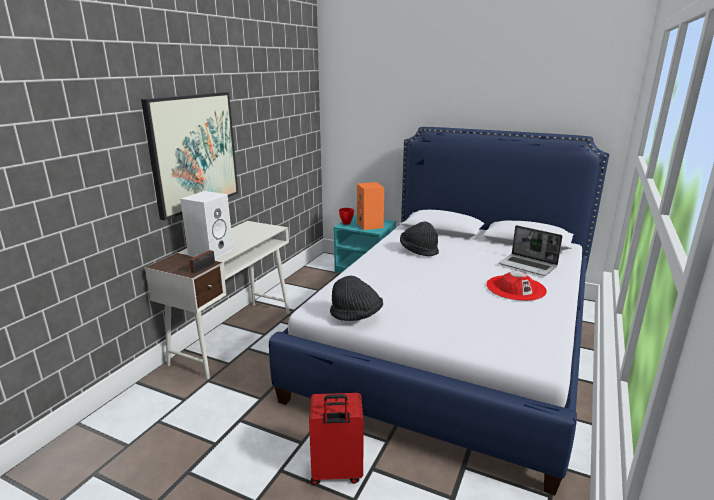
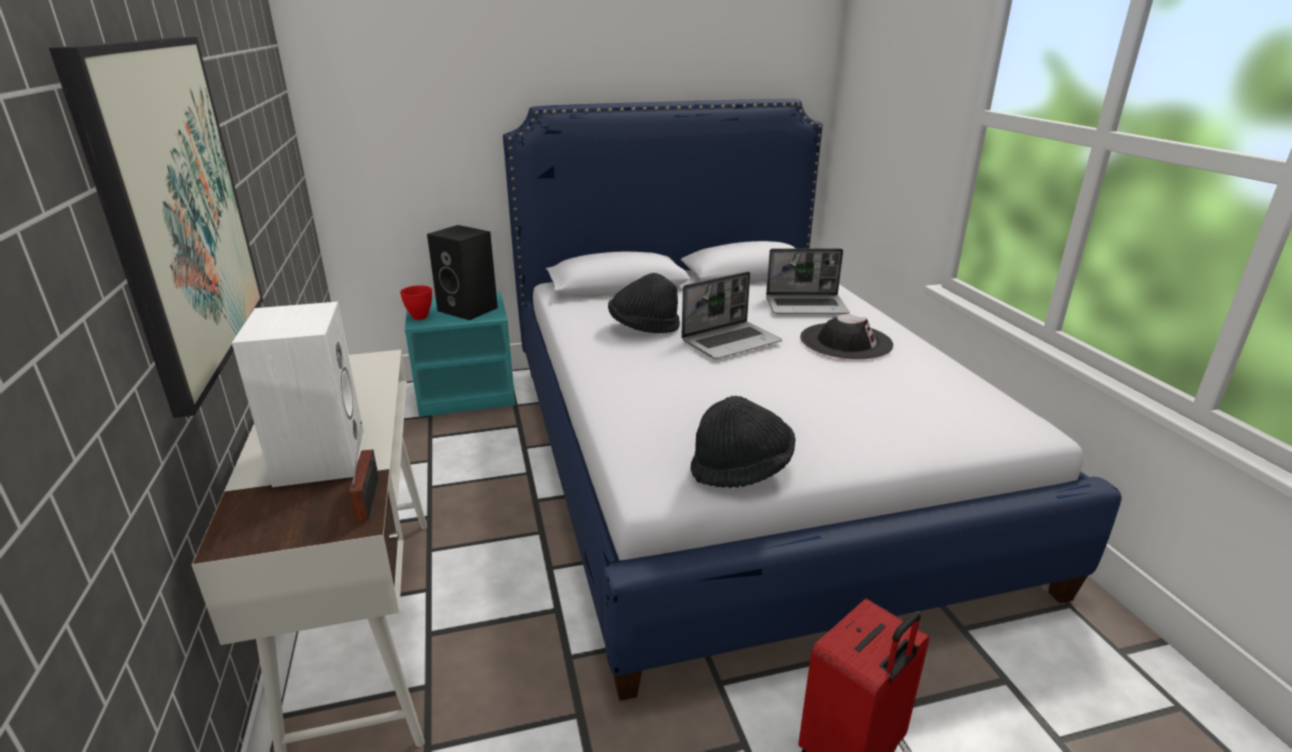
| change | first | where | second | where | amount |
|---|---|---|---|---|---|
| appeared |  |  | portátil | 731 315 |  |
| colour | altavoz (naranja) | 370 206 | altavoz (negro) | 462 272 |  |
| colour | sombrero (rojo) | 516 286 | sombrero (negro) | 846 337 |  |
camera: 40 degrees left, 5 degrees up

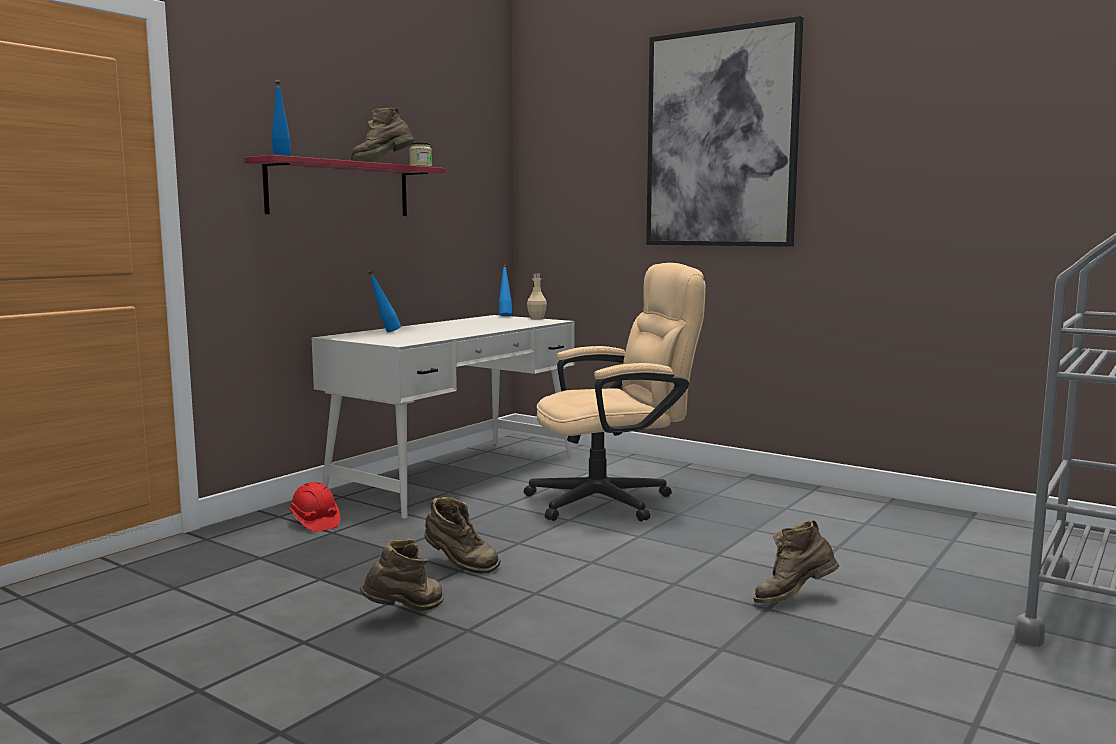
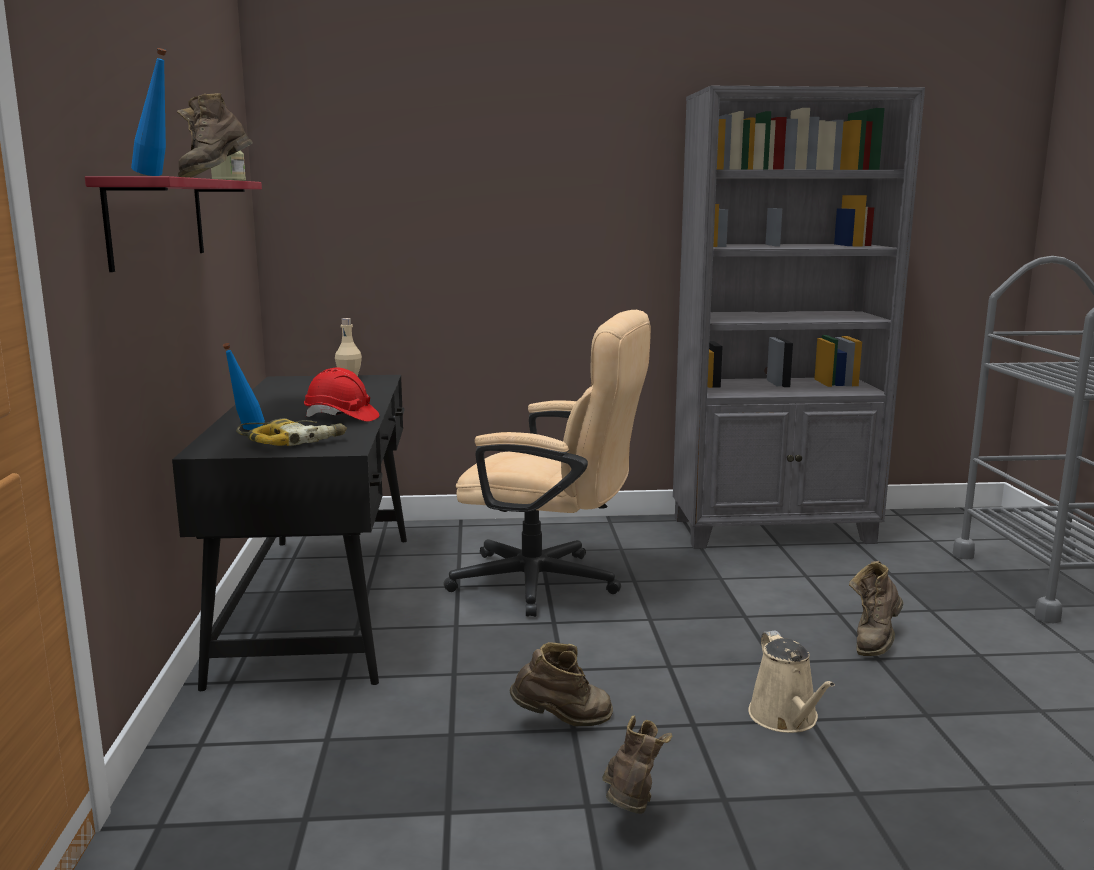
| change | first | where | second | where | amount |
|---|---|---|---|---|---|
| missing | botella (azul) | 505 289 |  |  |  |
| missing | cuadro | 724 131 |  |  |  |
| appeared |  |  | taladro | 291 432 |  |
| appeared |  |  | estantería (gris) | 799 317 |  |
| appeared |  |  | regadera (beis) | 791 682 |  |
| relocated | casco (rojo) | 314 507 |  | 341 395 |  |
| colour | escritorio (blanco) | 443 416 | escritorio (negro) | 289 533 |  |
| spun | silla de oficina (beis) | 615 392 |  | 547 463 | 75 degrees clockwise |
camera: 40 degrees left, 5 degrees up

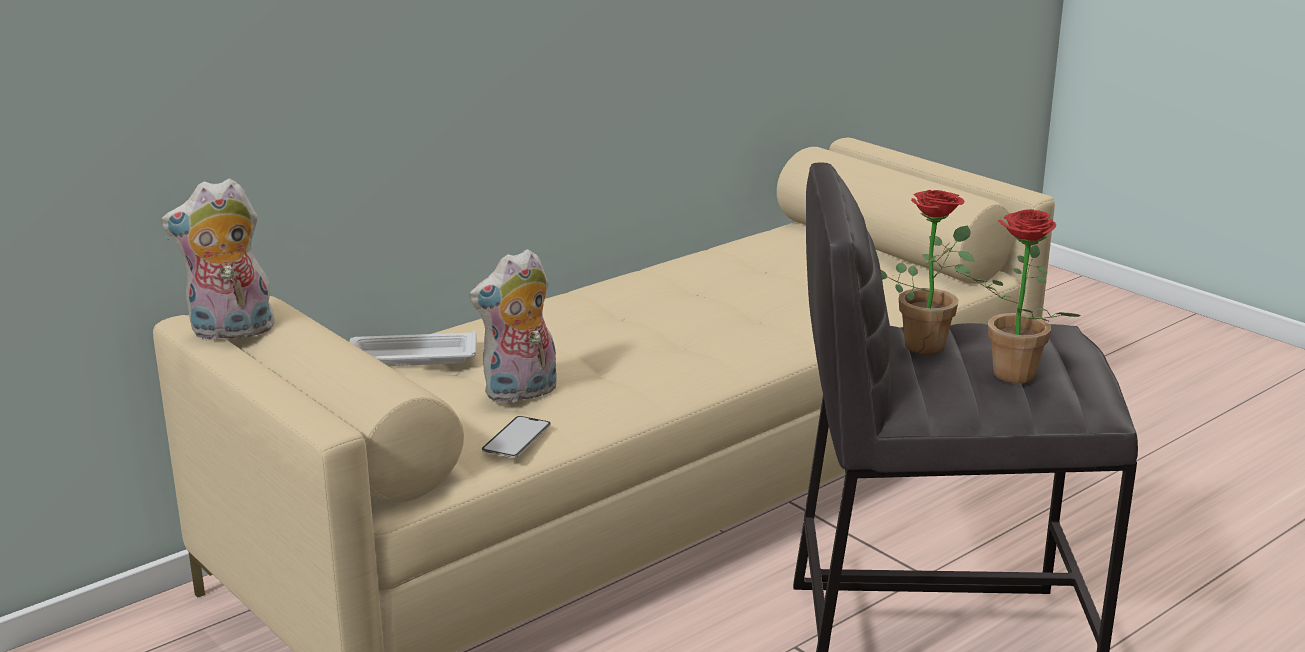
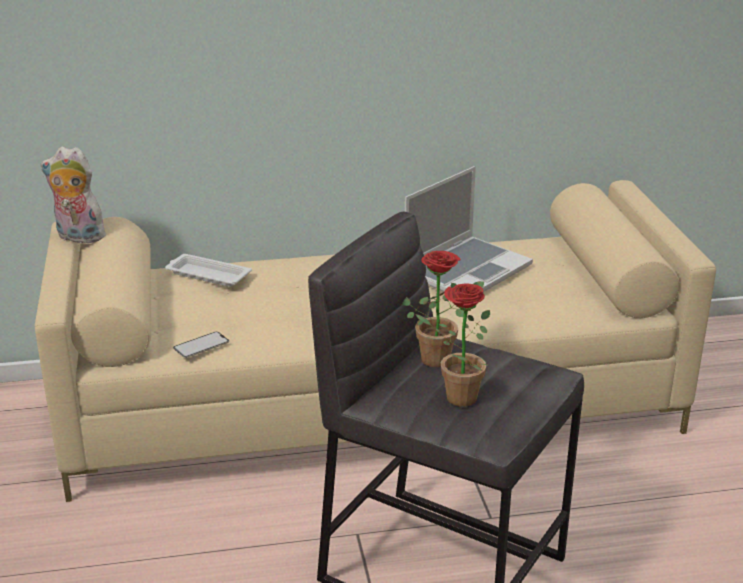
| change | first | where | second | where | amount |
|---|---|---|---|---|---|
| missing | peluche | 513 326 |  |  |  |
| appeared |  |  | portátil | 469 229 |  |
camera: 30 degrees right, 5 degrees up

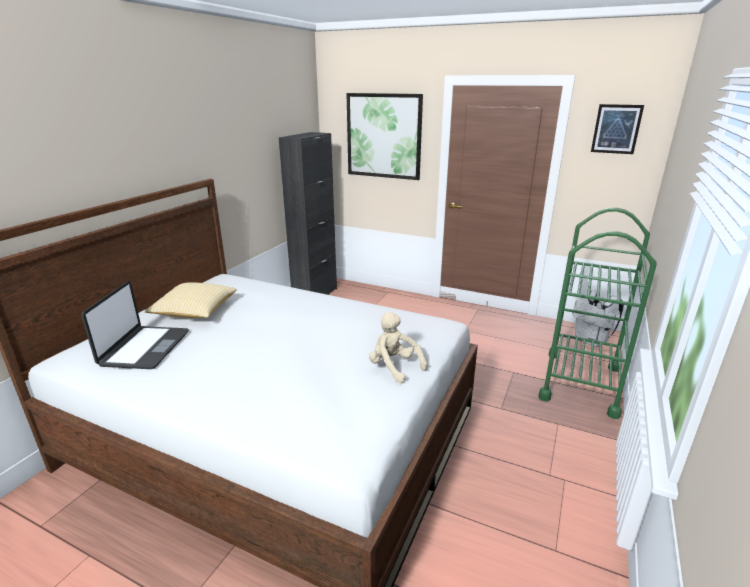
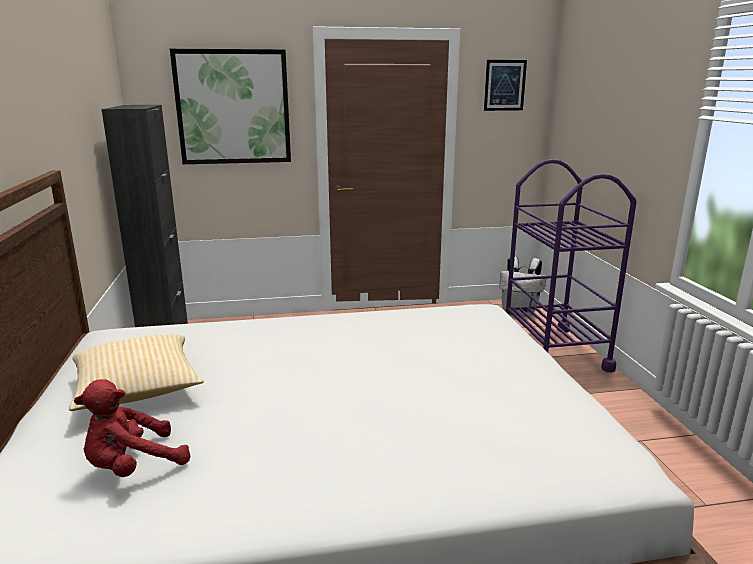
| change | first | where | second | where | amount |
|---|---|---|---|---|---|
| missing | peluche (beis) | 398 347 |  |  |  |
| exchanged | portátil | 135 325 | peluche (rojo) | 132 428 |  |
| colour | carrito (verde) | 597 313 | carrito (morado) | 571 265 |  |
camera: 35 degrees left, 5 degrees down

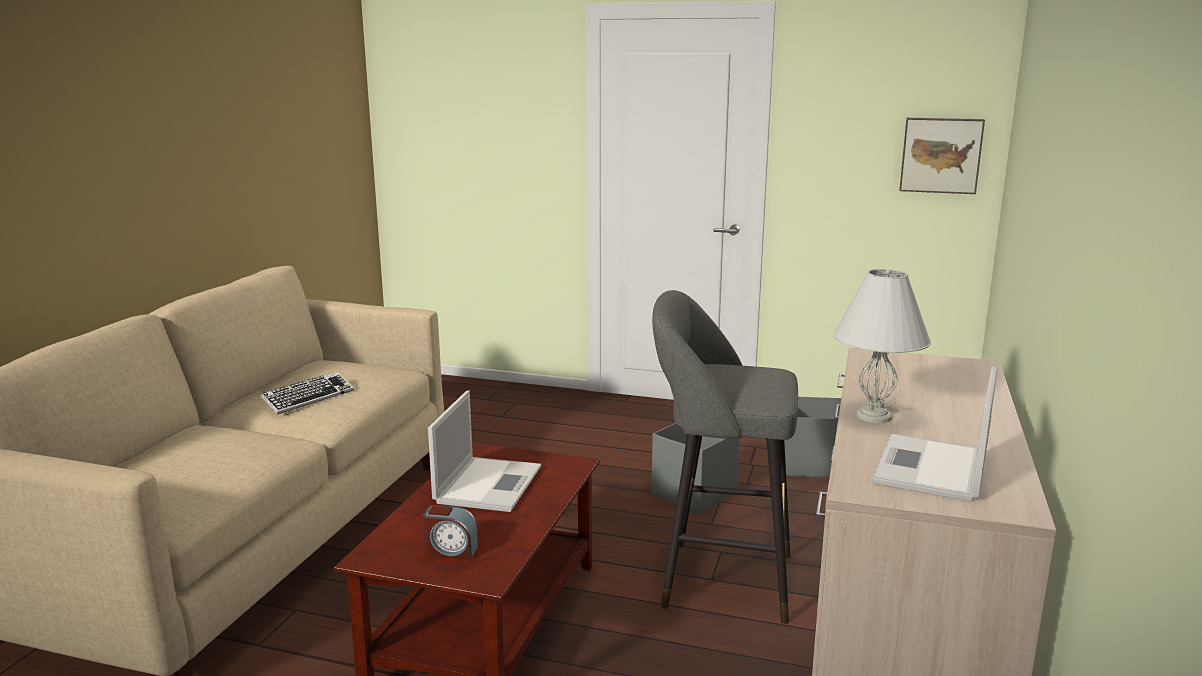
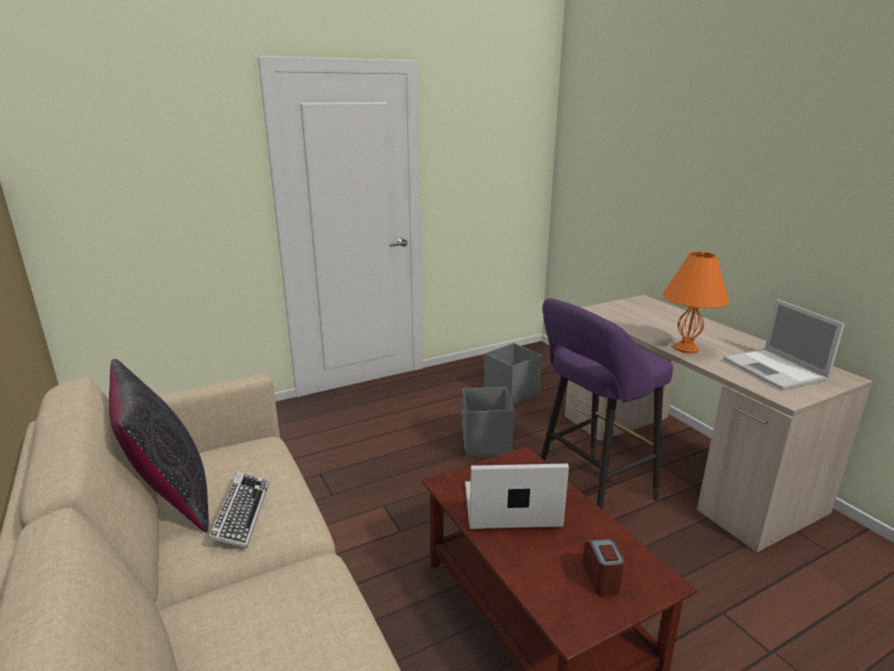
| change | first | where | second | where | amount |
|---|---|---|---|---|---|
| missing | cuadro | 942 156 |  |  |  |
| appeared |  |  | cojín (negro) | 159 446 |  |
| colour | taburete (gris) | 725 457 | taburete (morado) | 607 403 |  |
| colour | lámpara de mesa (blanco) | 882 346 | lámpara de mesa (naranja) | 696 302 |  |
| spun | despertador | 450 532 |  | 603 567 | 60 degrees counterclockwise |
| spun | portátil | 484 451 |  | 517 496 | 60 degrees counterclockwise |
camera: 45 degrees left, 5 degrees up

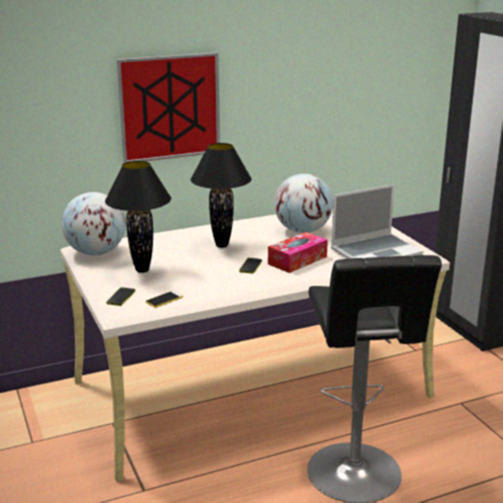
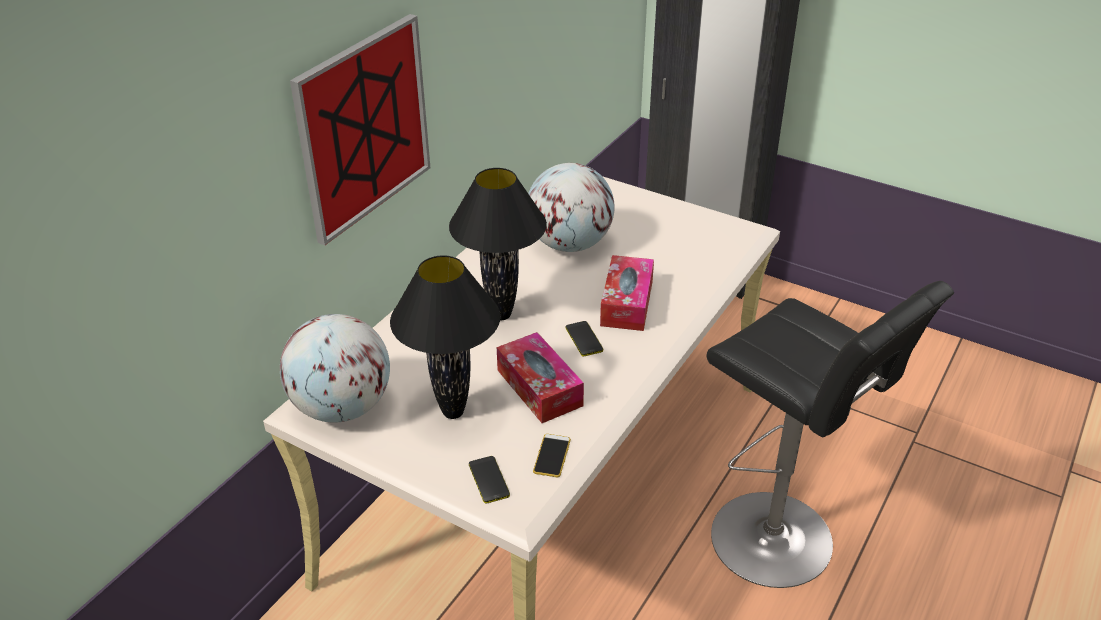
| change | first | where | second | where | amount |
|---|---|---|---|---|---|
| missing | portátil | 377 221 |  |  |  |
| appeared |  |  | caja de pañuelos | 540 377 |  |
camera: 35 degrees left, 15 degrees up

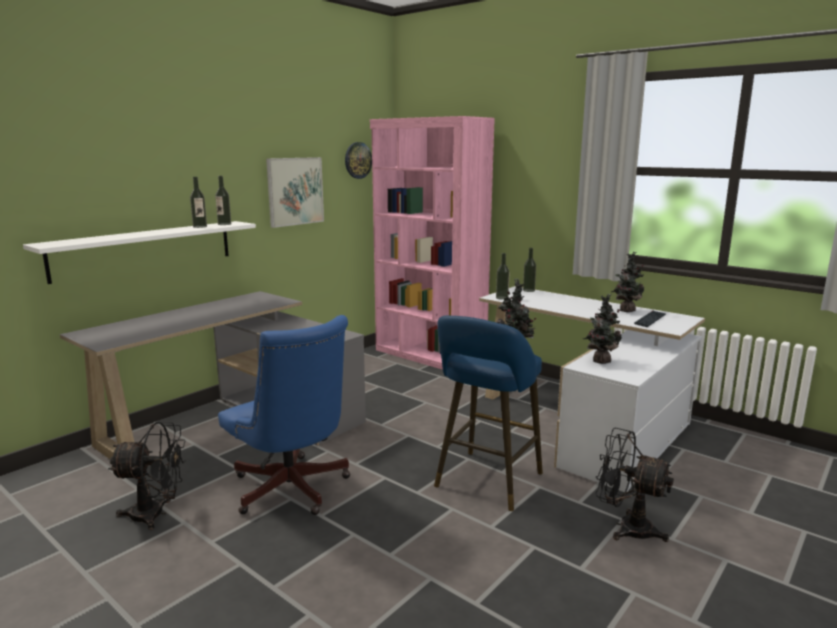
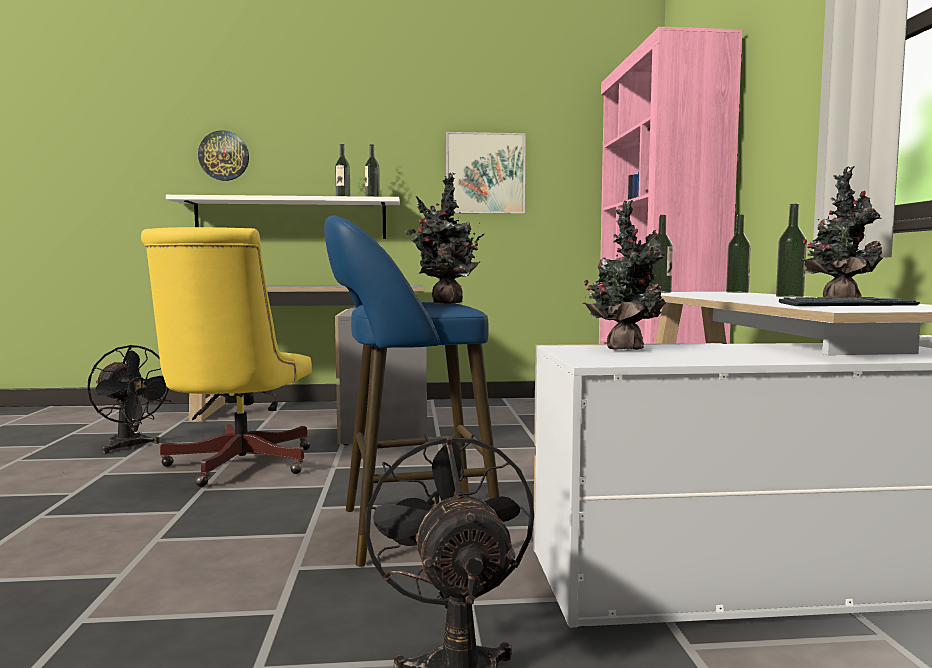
| change | first | where | second | where | amount |
|---|---|---|---|---|---|
| appeared |  |  | botella | 791 250 |  |
| relocated | reloj de pared | 358 160 |  | 223 155 |  |
| colour | silla de oficina (azul) | 284 415 | silla de oficina (amarillo) | 226 357 |  |
camera: 45 degrees right, 10 degrees down

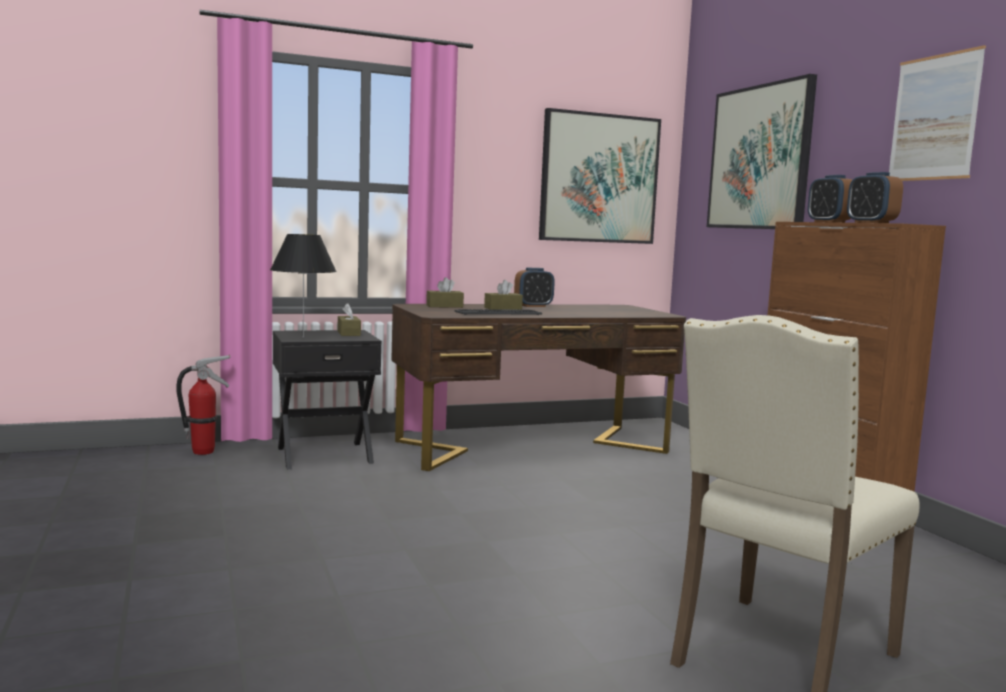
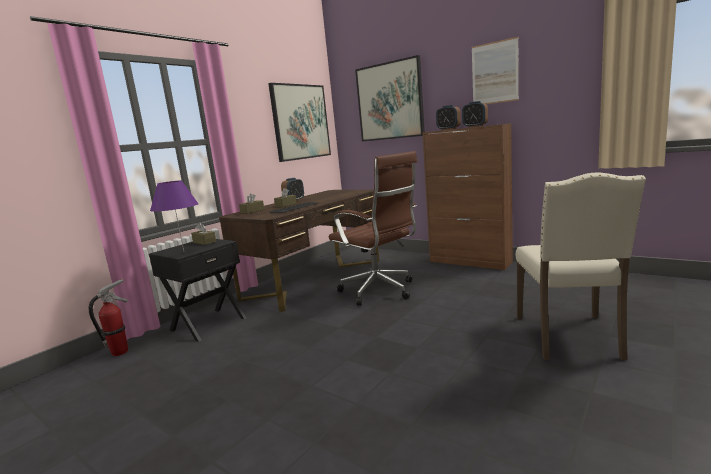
| change | first | where | second | where | amount |
|---|---|---|---|---|---|
| appeared |  |  | silla de oficina (marrón) | 373 228 |  |
| colour | lámpara de mesa (negro) | 303 286 | lámpara de mesa (morado) | 174 215 |  |
camera: 30 degrees left, 5 degrees up

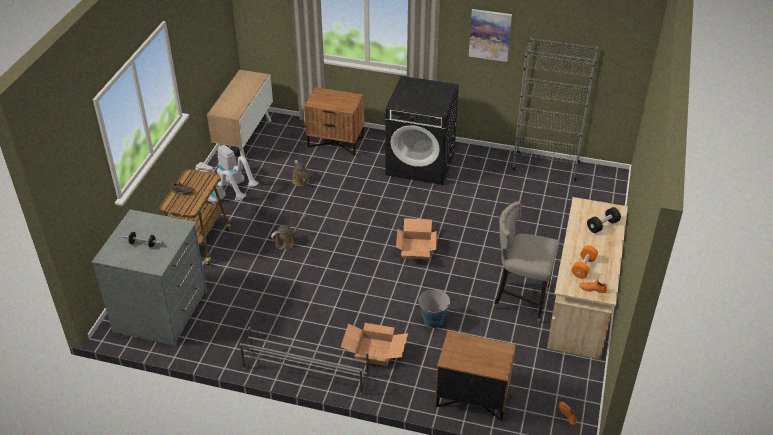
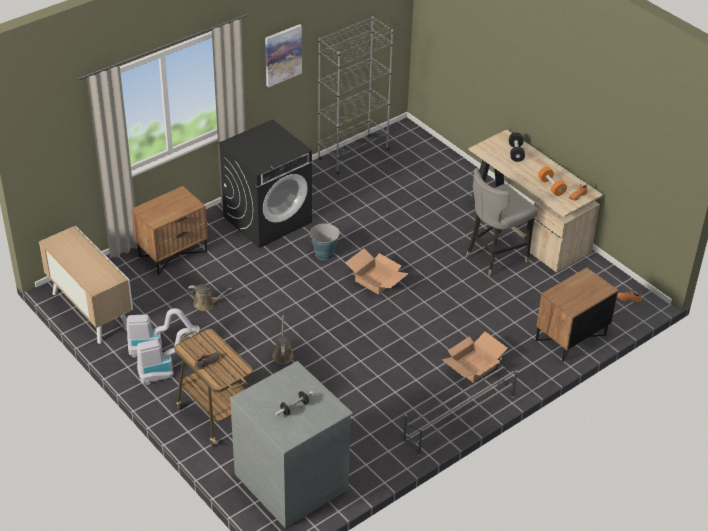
| change | first | where | second | where | amount |
|---|---|---|---|---|---|
| relocated | cubo | 435 308 |  | 325 241 |  |
camera: 55 degrees left, 0 degrees up

